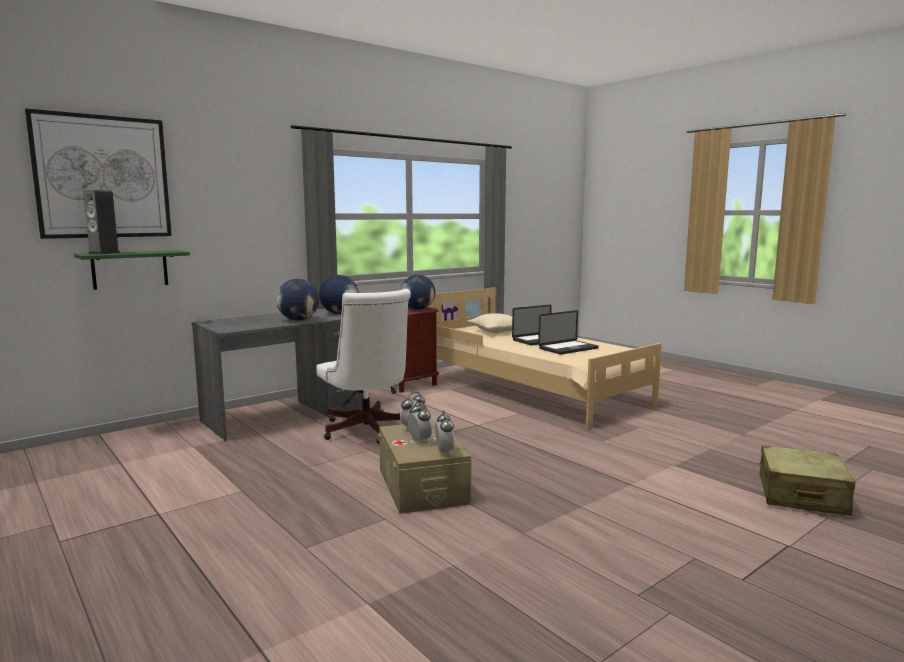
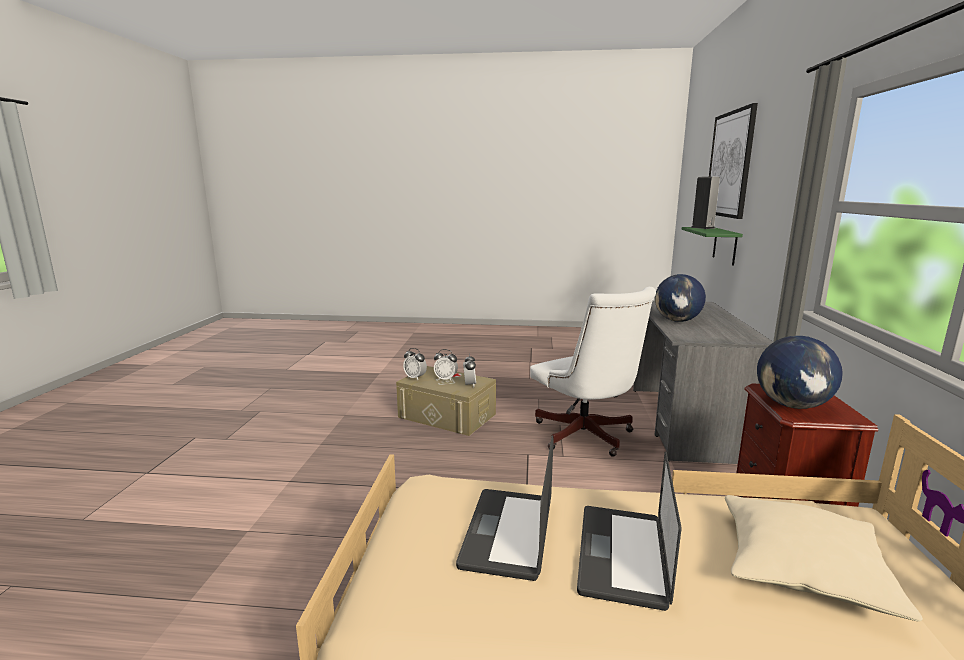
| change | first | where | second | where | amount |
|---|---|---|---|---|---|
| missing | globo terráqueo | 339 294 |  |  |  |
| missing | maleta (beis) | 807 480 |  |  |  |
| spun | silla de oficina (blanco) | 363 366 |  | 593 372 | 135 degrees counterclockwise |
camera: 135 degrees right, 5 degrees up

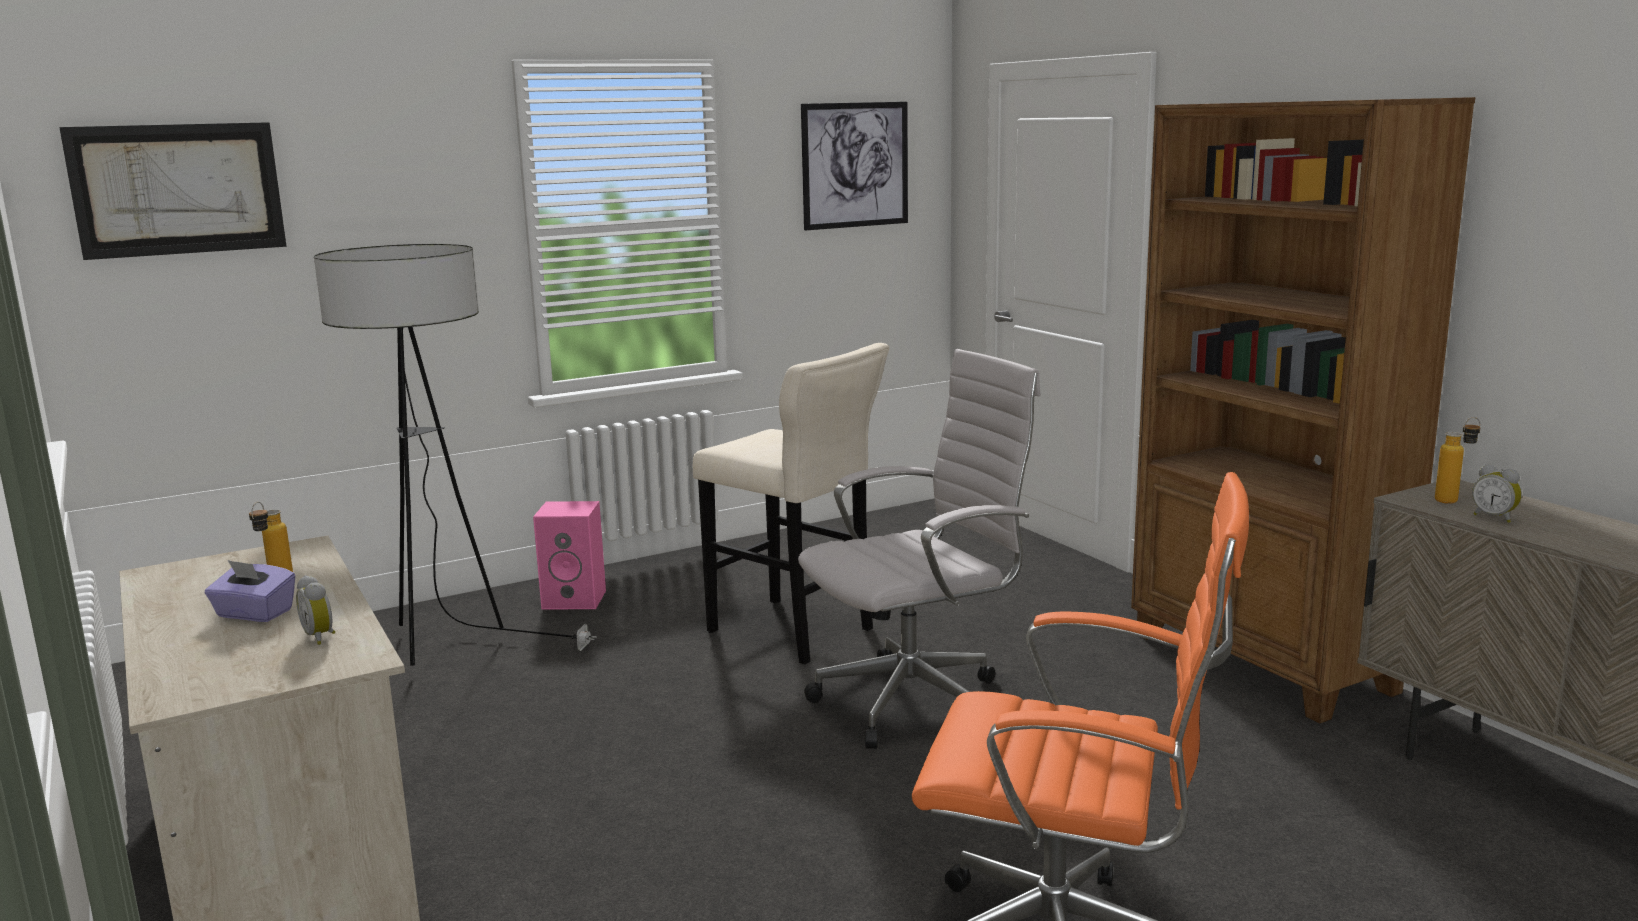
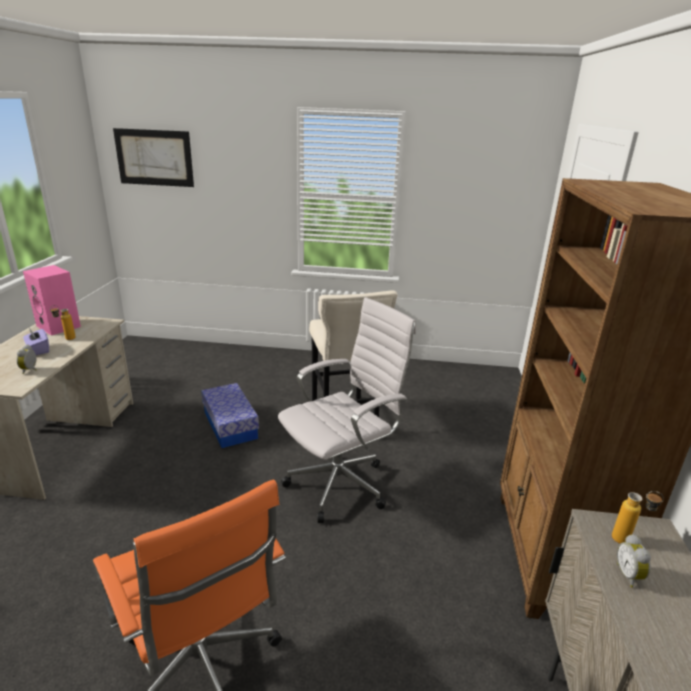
| change | first | where | second | where | amount |
|---|---|---|---|---|---|
| missing | lámpara de pie | 455 455 |  |  |  |
| missing | cuadro | 854 166 |  |  |  |
| appeared |  |  | caja de almacenaje | 230 415 |  |
| relocated | altavoz (rosa) | 569 555 |  | 52 300 |  |
| spun | silla de oficina (blanco) | 919 549 |  | 347 410 | 45 degrees counterclockwise |
camera: 35 degrees right, 10 degrees up

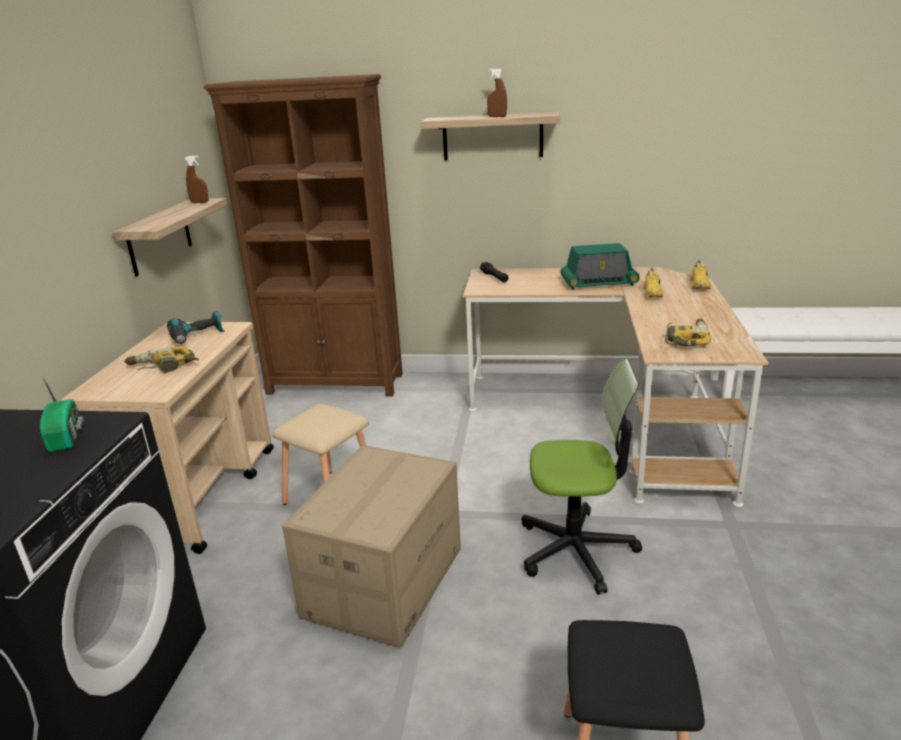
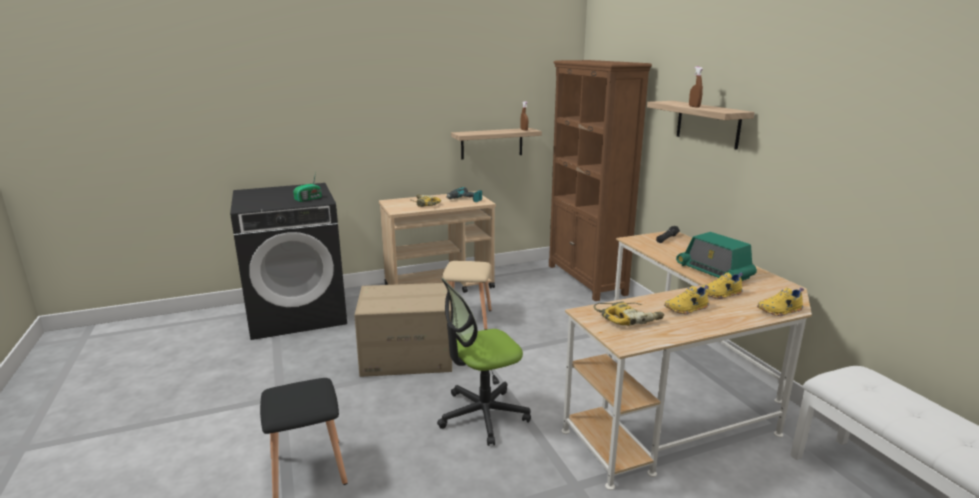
| change | first | where | second | where | amount |
|---|---|---|---|---|---|
| appeared |  |  | zapato (amarillo) | 686 299 |  |
| spun | silla de oficina | 582 477 |  | 484 362 | 90 degrees clockwise |
camera: 60 degrees right, 5 degrees down

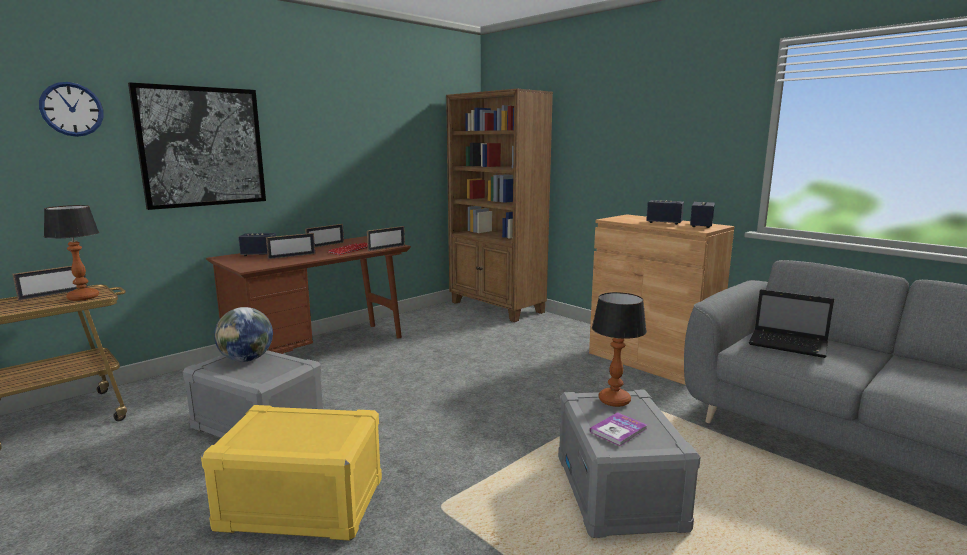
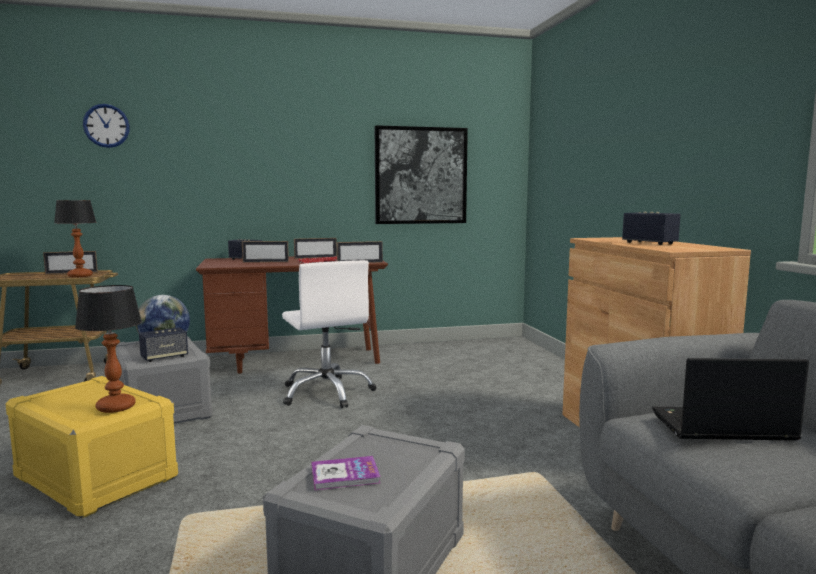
| change | first | where | second | where | amount |
|---|---|---|---|---|---|
| missing | estantería (marrón) | 499 205 |  |  |  |
| appeared |  |  | silla de oficina (blanco) | 329 334 |  |
| relocated | cuadro | 197 146 |  | 421 174 |  |
| relocated | lámpara de mesa | 619 349 |  | 108 349 |  |
| relocated | altavoz | 702 215 |  | 163 344 |  |
| spun | portátil | 791 323 |  | 730 399 | 120 degrees clockwise |
camera: 30 degrees right, 5 degrees down

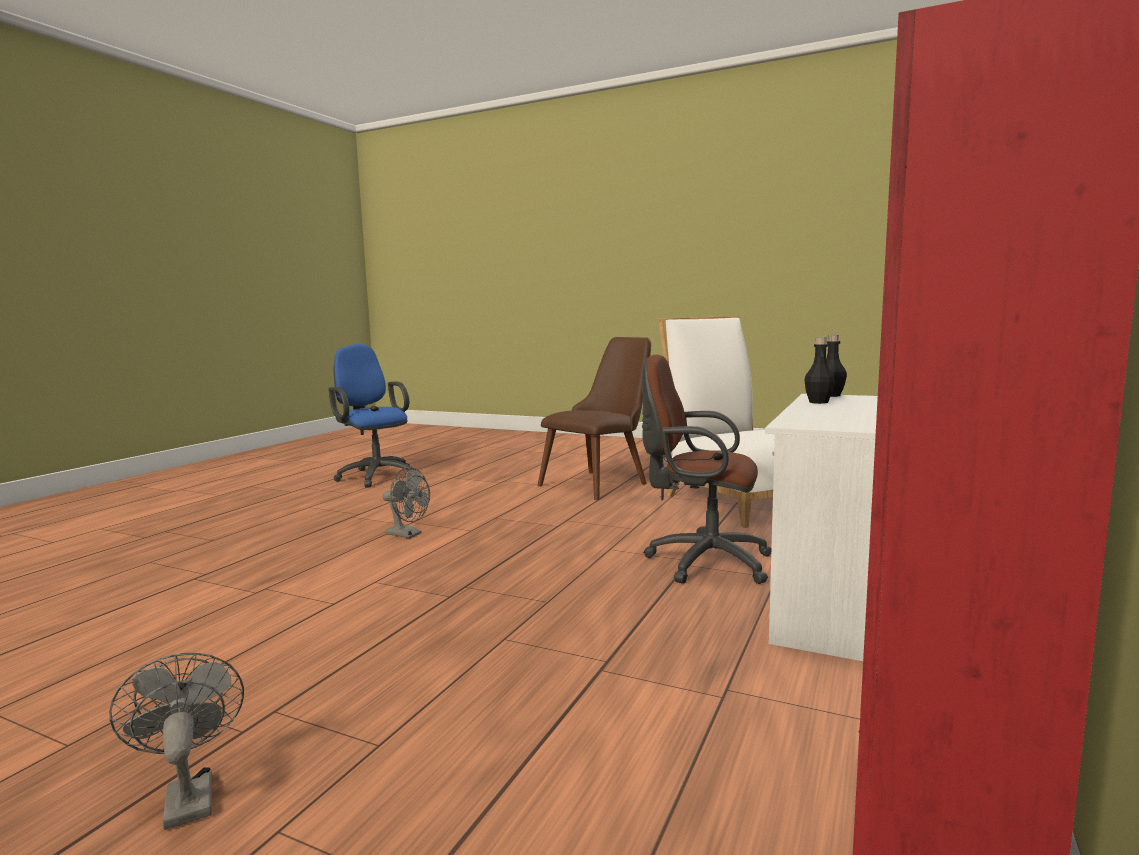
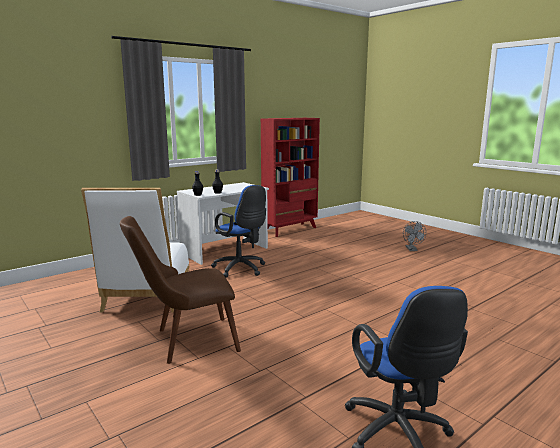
| change | first | where | second | where | amount |
|---|---|---|---|---|---|
| missing | ventilador (gris) | 406 502 |  |  |  |
| colour | silla de oficina (marrón) | 706 469 | silla de oficina (azul) | 238 231 |  |
camera: 155 degrees left, 5 degrees up

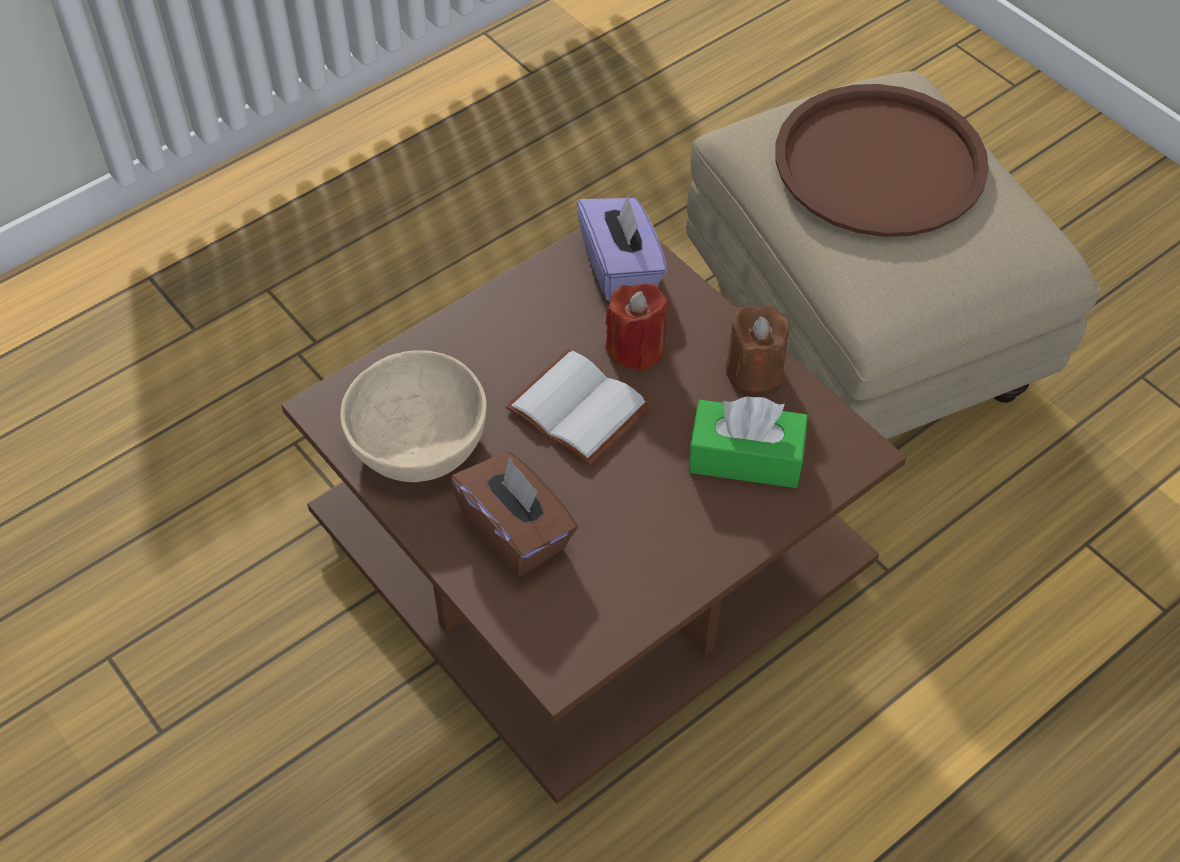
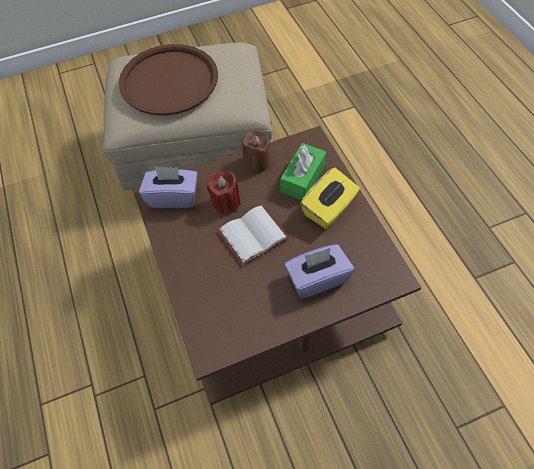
| change | first | where | second | where | amount |
|---|---|---|---|---|---|
| missing | cuenco (beis) | 413 416 |  |  |  |
| appeared |  |  | caja de pañuelos (amarillo) | 330 198 |  |
| colour | caja de pañuelos (marrón) | 514 514 | caja de pañuelos (morado) | 319 271 |  |
camera: 70 degrees left, 5 degrees up

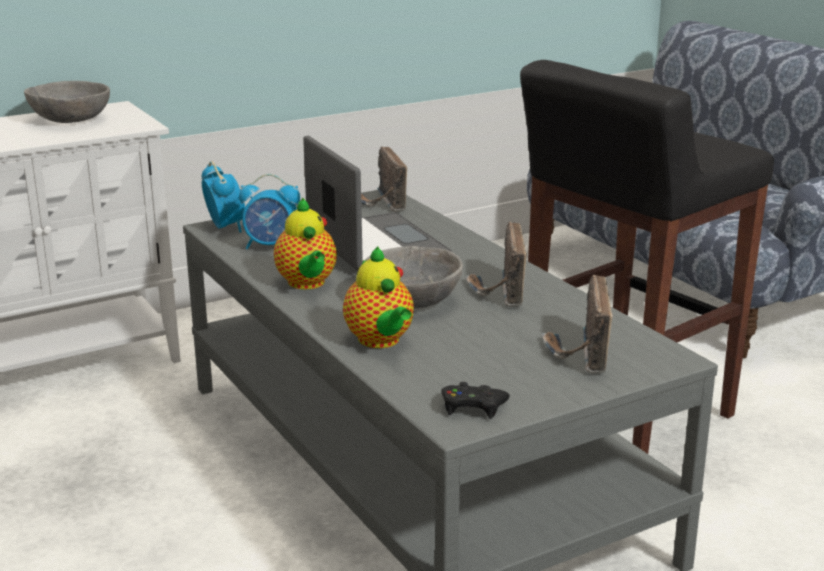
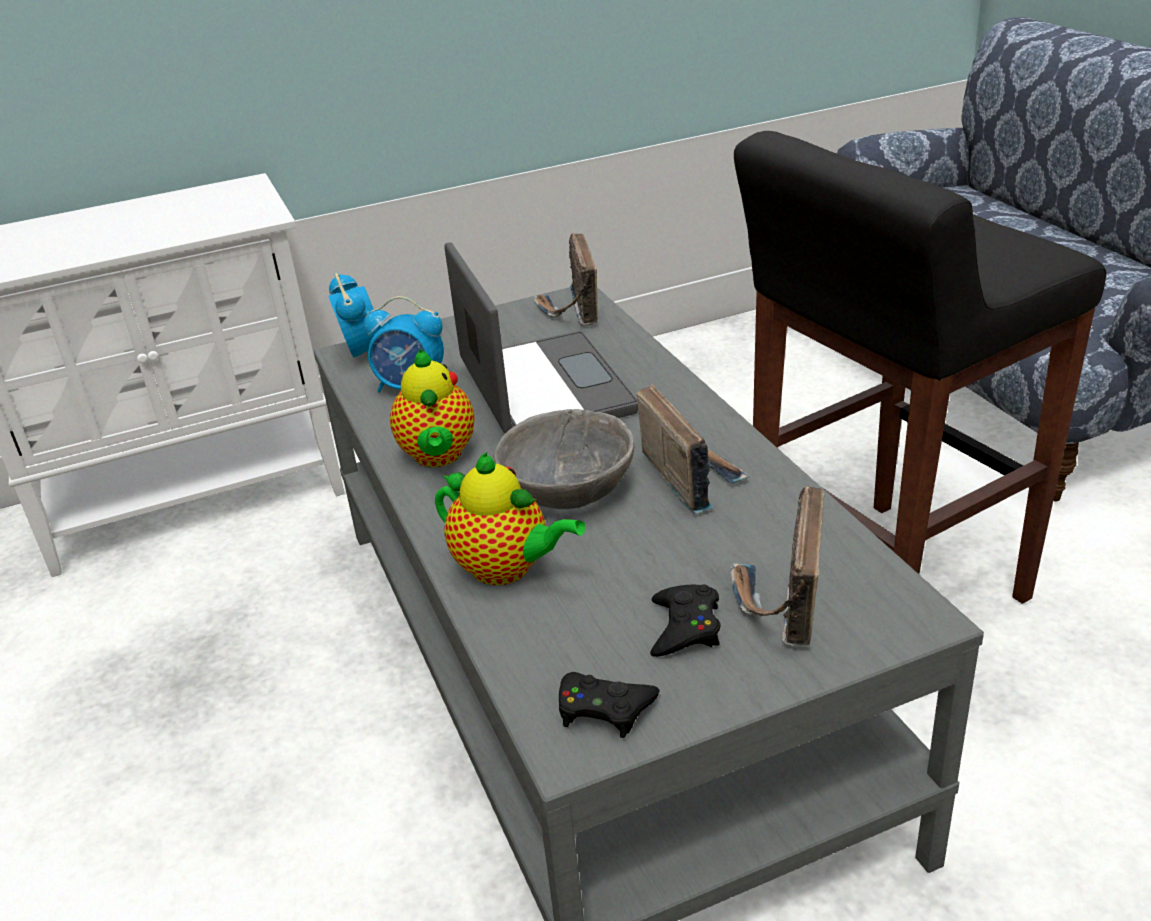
| change | first | where | second | where | amount |
|---|---|---|---|---|---|
| missing | cuenco (gris) | 67 102 |  |  |  |
| appeared |  |  | mando de consola (negro) | 685 620 |  |
| spun | tetera | 378 297 |  | 510 518 | 45 degrees counterclockwise |
| spun | radio | 496 264 |  | 693 449 | 150 degrees clockwise |
camera: 10 degrees right, 10 degrees up

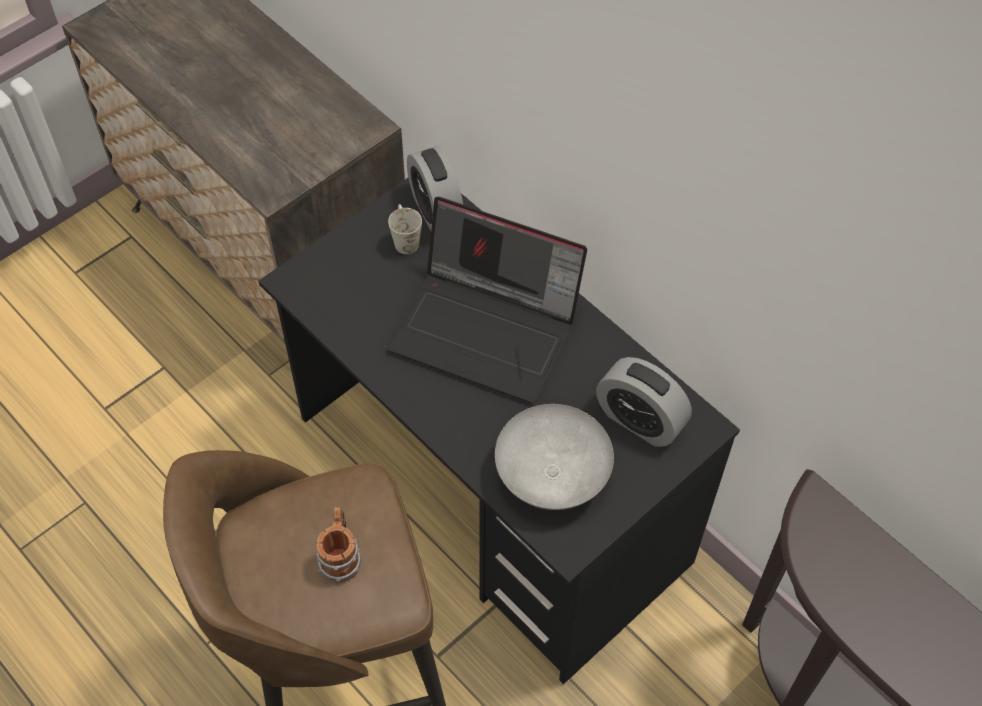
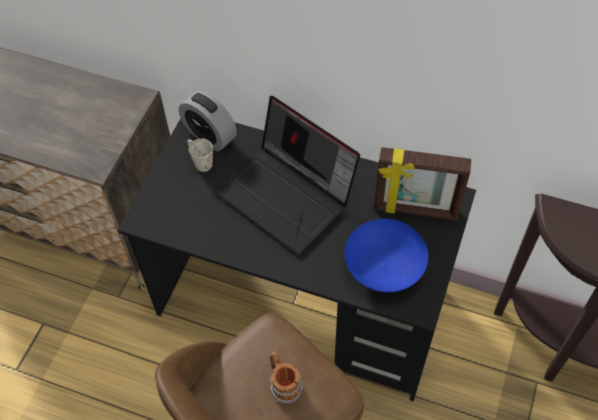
| change | first | where | second | where | amount |
|---|---|---|---|---|---|
| exchanged | despertador | 644 402 | portarretratos | 422 184 |  |
| colour | cuenco (gris) | 554 457 | cuenco (azul) | 386 256 |  |
| spun | portátil | 487 300 |  | 288 175 | 45 degrees clockwise |
camera: 25 degrees left, 0 degrees up

